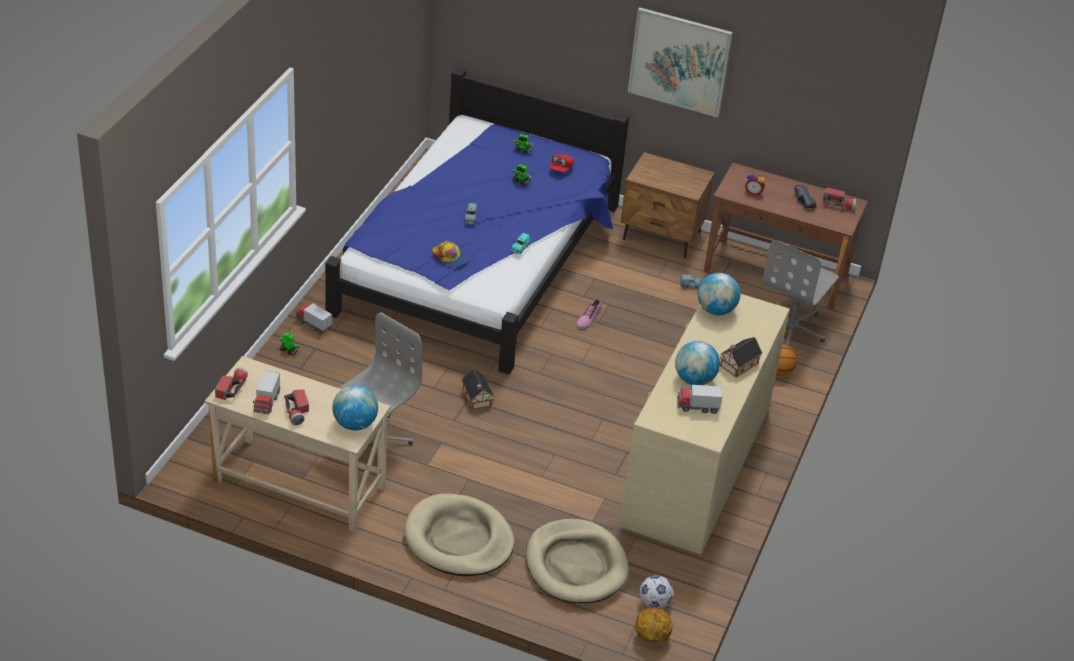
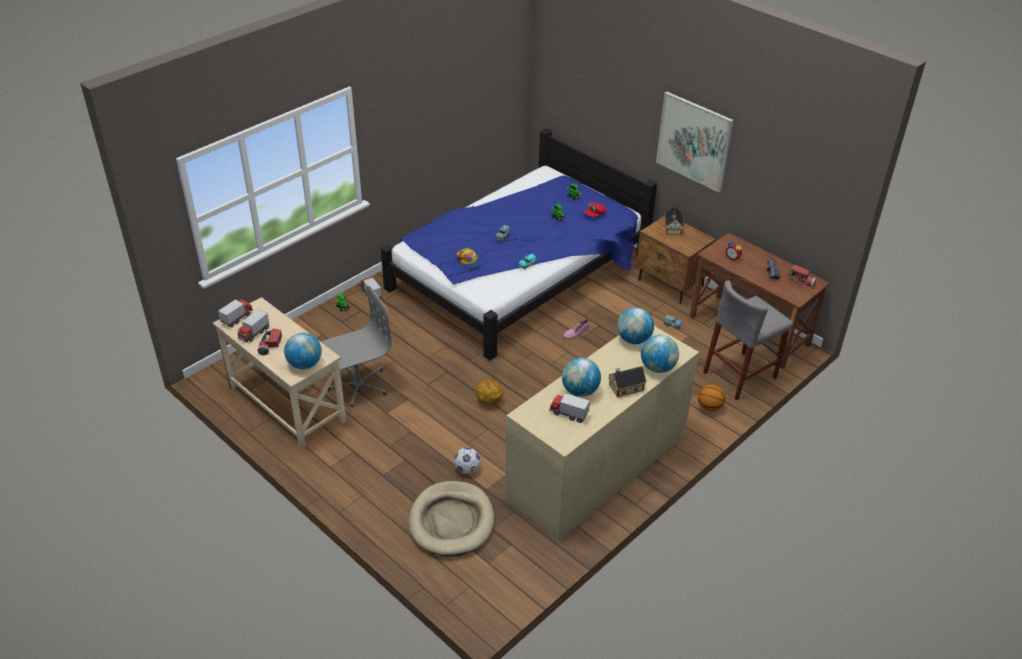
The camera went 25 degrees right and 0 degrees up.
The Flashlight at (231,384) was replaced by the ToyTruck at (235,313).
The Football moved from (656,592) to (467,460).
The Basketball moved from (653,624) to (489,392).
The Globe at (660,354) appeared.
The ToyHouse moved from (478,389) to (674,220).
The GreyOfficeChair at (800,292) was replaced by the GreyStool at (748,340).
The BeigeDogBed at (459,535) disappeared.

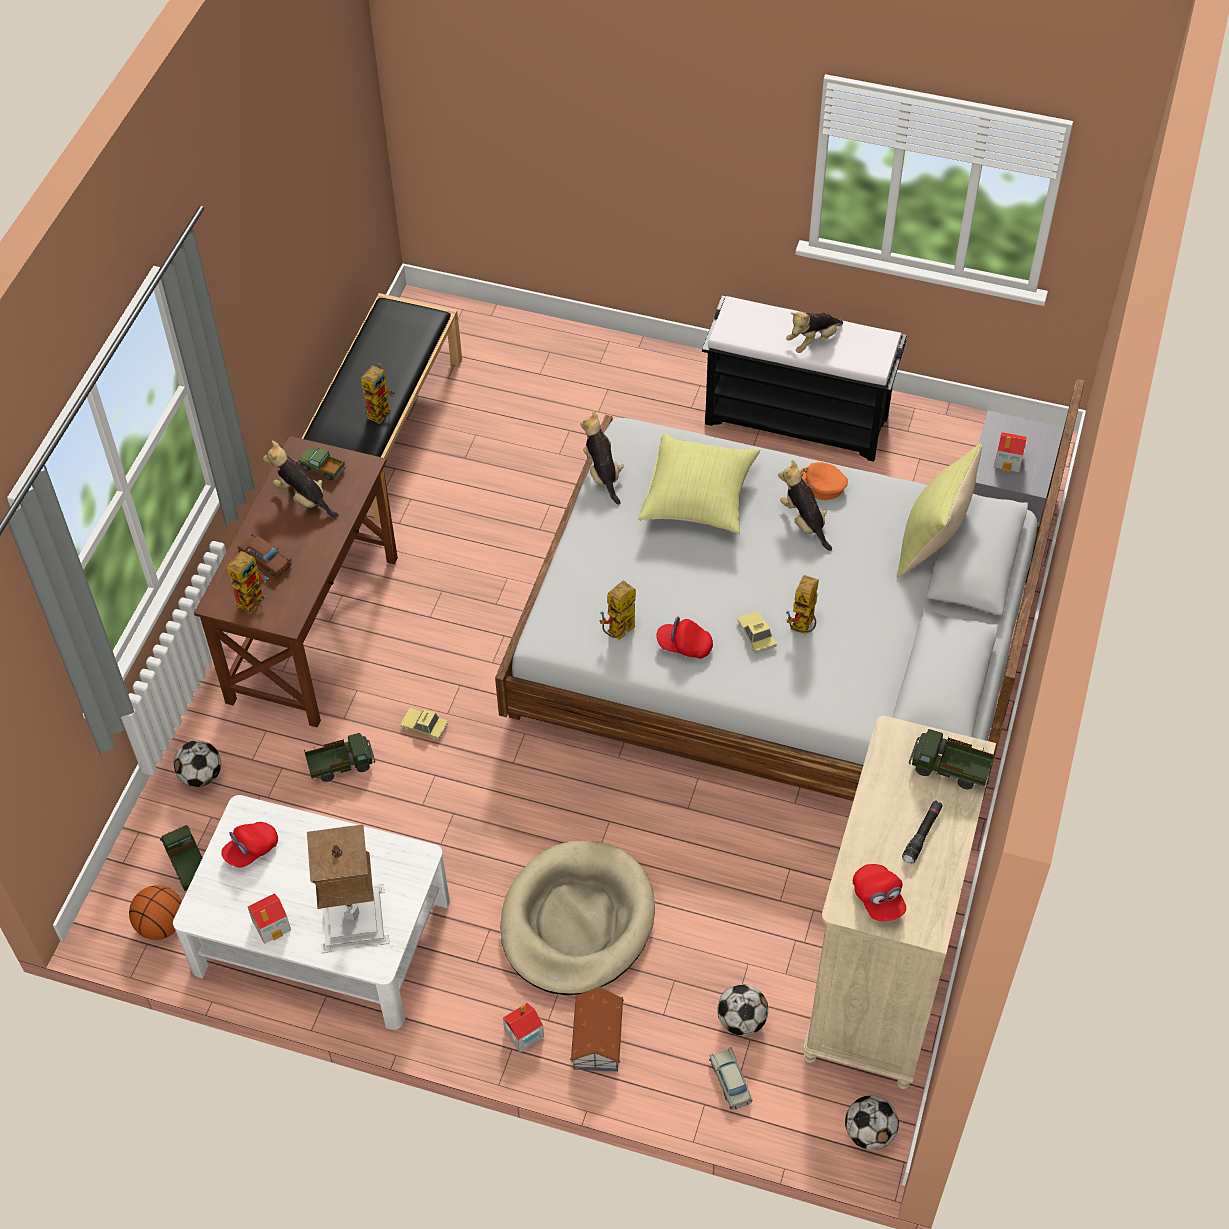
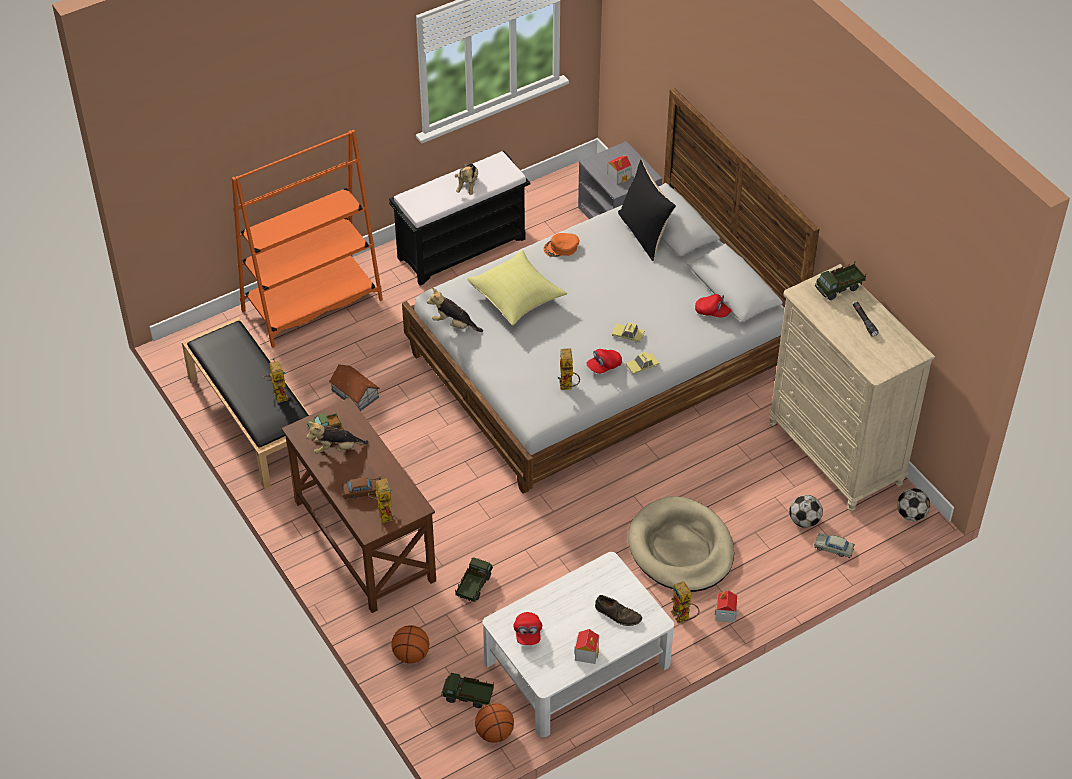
The camera went 50 degrees left and 5 degrees down.
The OrangeBookcase at (307,239) appeared.
The ToyHouse moved from (597,1029) to (354,387).
The Football at (197,763) was replaced by the Basketball at (410,644).
The TableLamp at (348,888) was replaced by the BrownShoe at (618,610).
The YellowPillow at (939,511) became the BlackPillow at (647,210).
The ToyCar moved from (424,724) to (643,363).
The ToyRobot moved from (802,604) to (685,602).
The RedCap moved from (879,892) to (713,306).
The PlushToy at (805,505) disappeared.

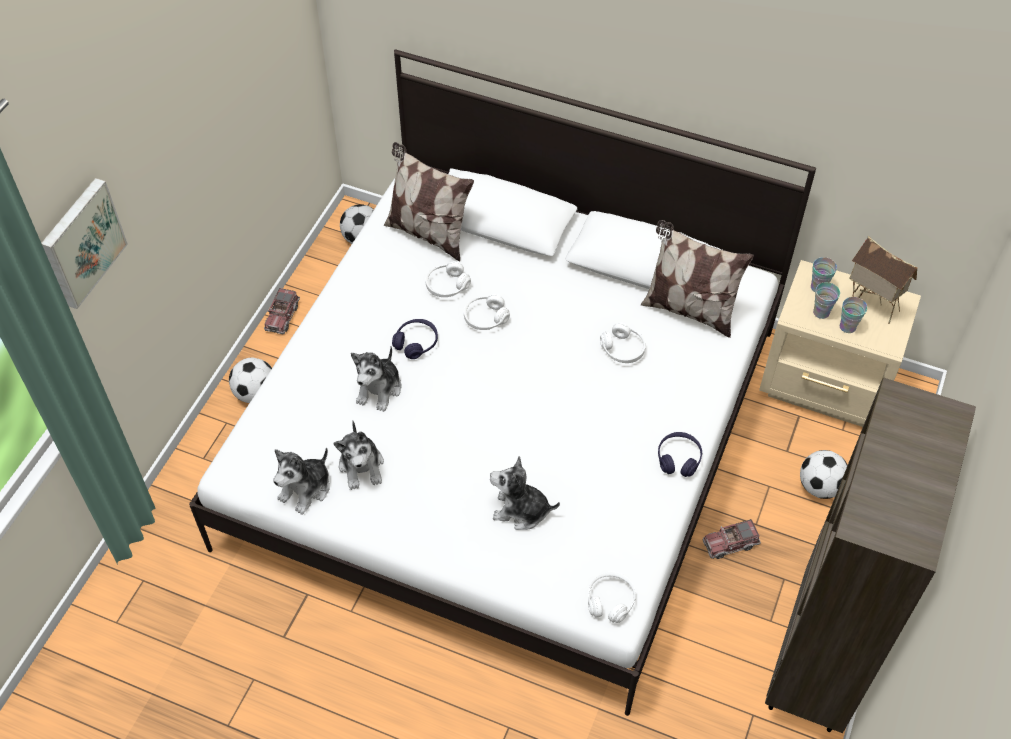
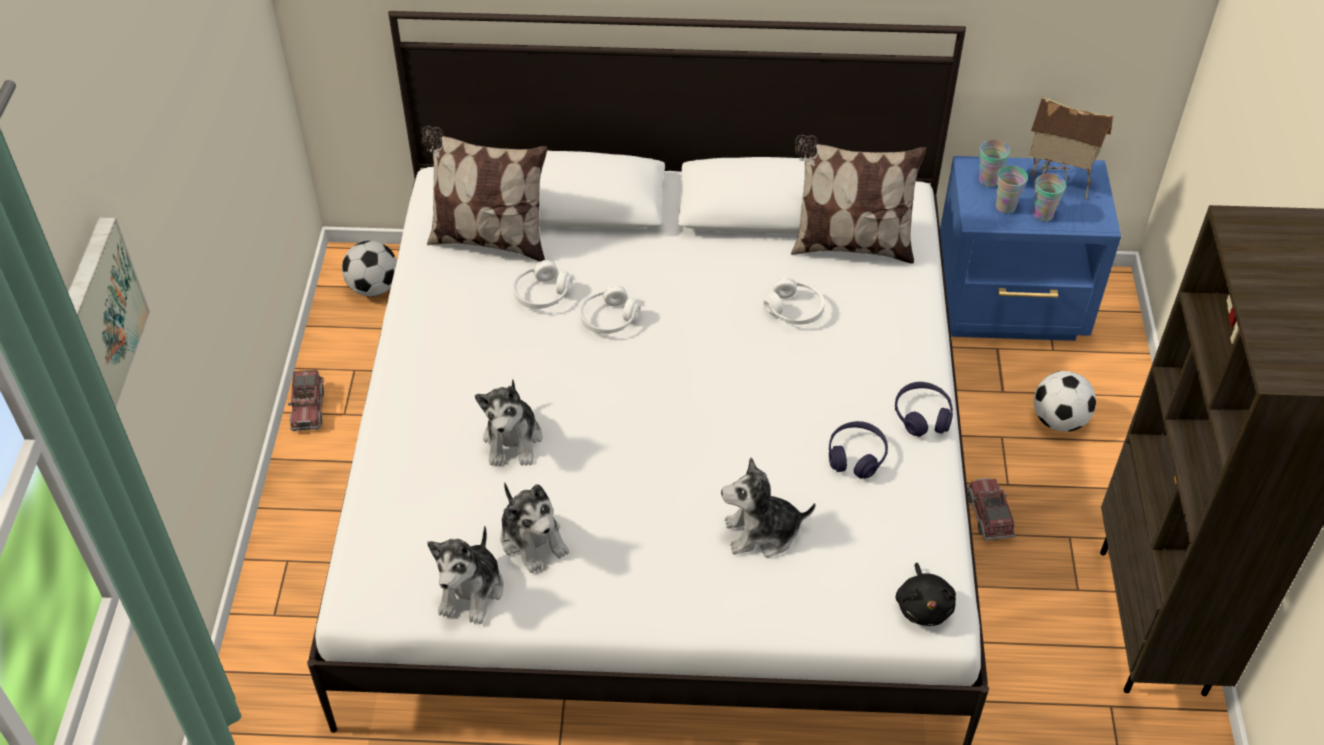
The camera went 20 degrees left and 5 degrees down.
The PurpleHeadphones moved from (415,339) to (858,450).
The WhiteHeadphones at (612,597) was replaced by the BlackPlushToy at (926,594).
The BeigeNightstand at (840,343) became the BlueNightstand at (1030,248).
The ToyTruck at (732,539) turned 120 degrees clockwise.
The Football at (250,380) disappeared.

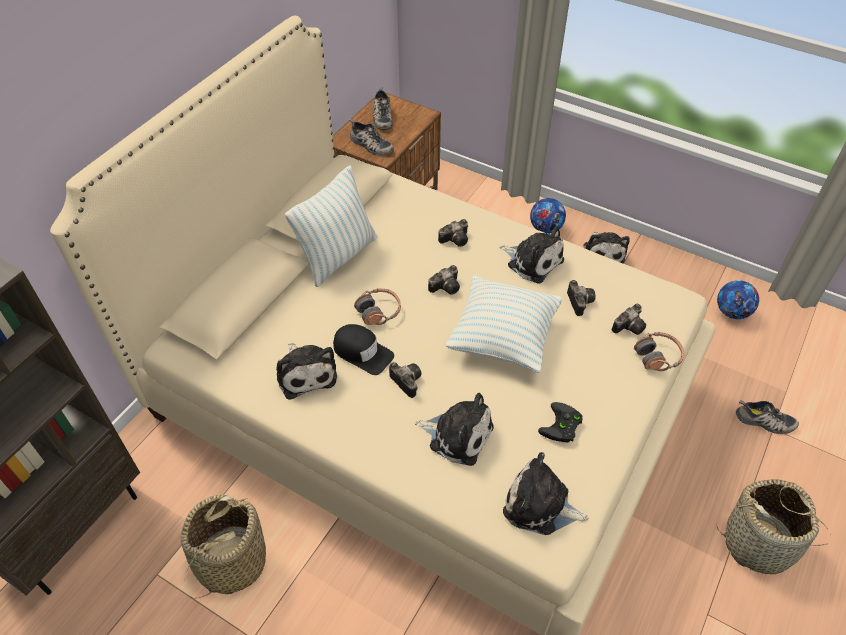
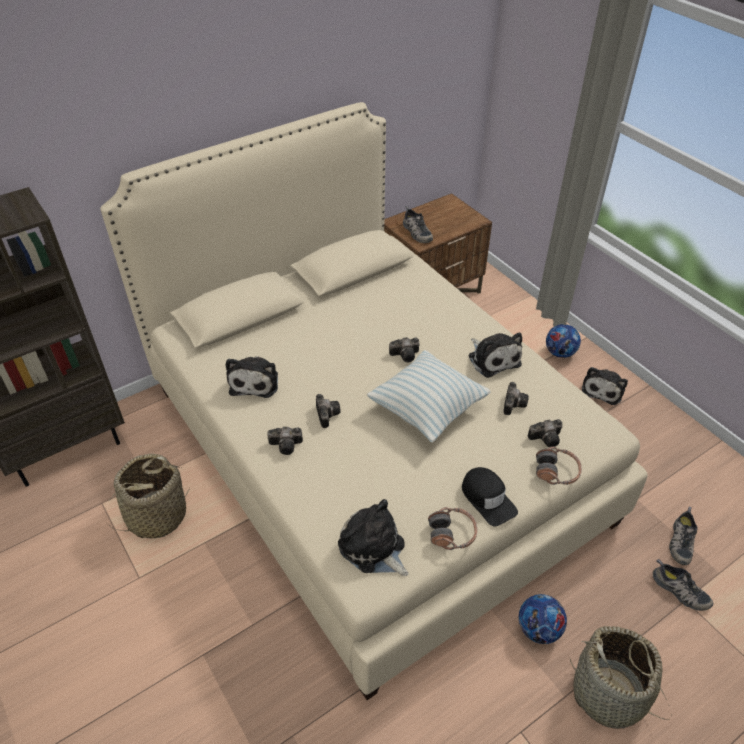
The camera went 25 degrees right and 5 degrees down.
The PhotoCamera moved from (453,233) to (285,441).
The Headphones moved from (377,306) to (452,528).
The BlackCap moved from (363,349) to (490,497).
The Football moved from (738,299) to (543,619).
The Shoe moved from (383,108) to (683,535).
The Pillow at (331,226) disappeared.
The PlushToy at (454,429) disappeared.
The BlackGameController at (560,422) disappeared.

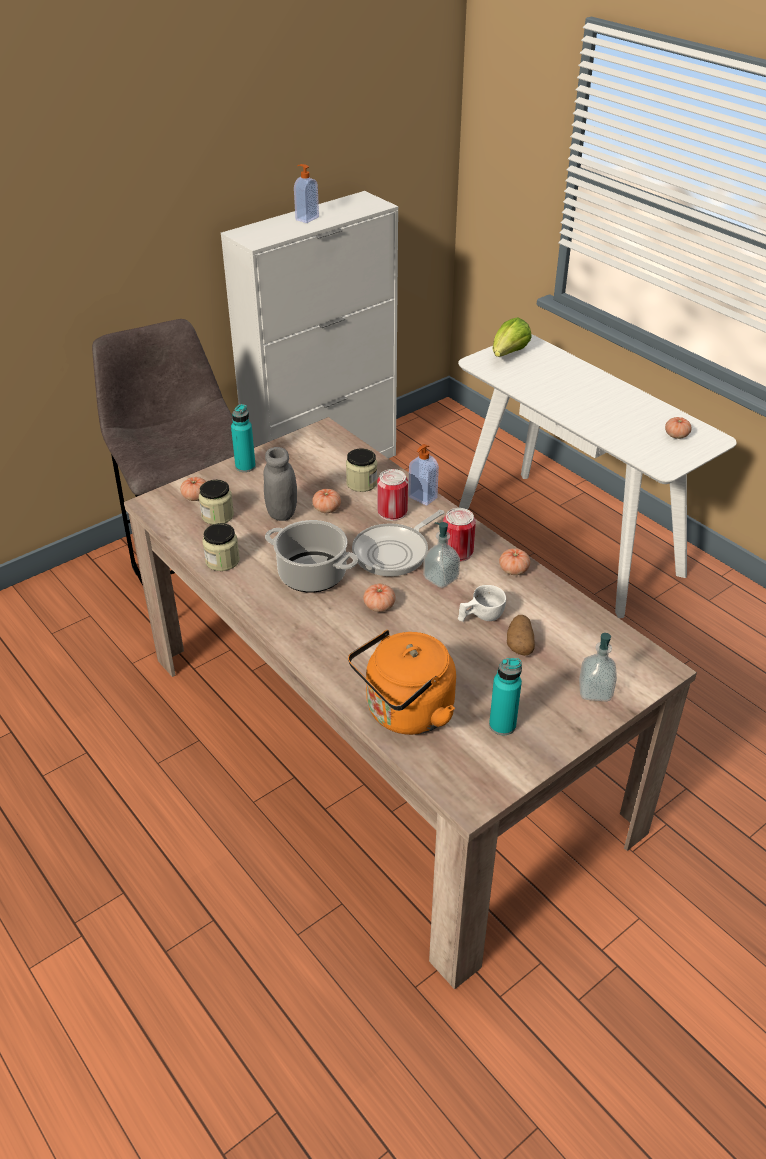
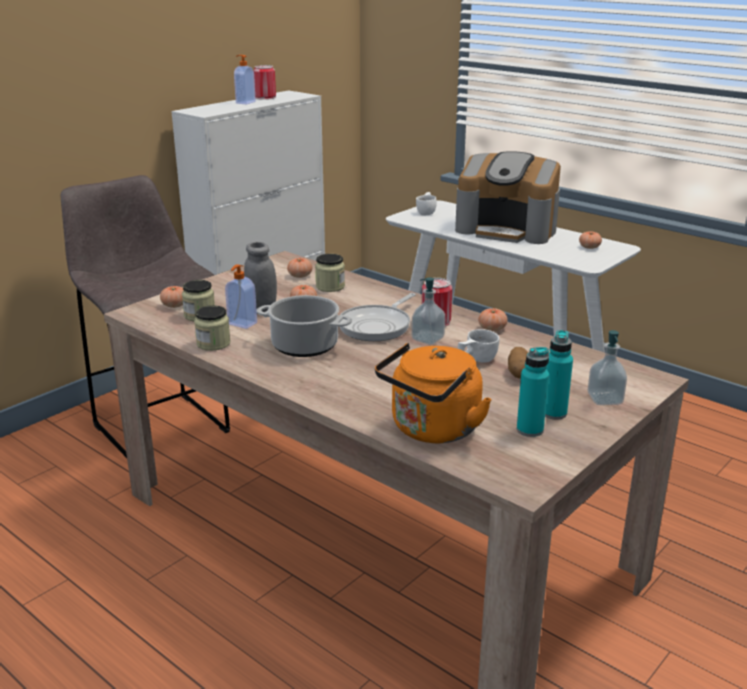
The camera went 10 degrees left and 15 degrees down.
The SoapDispenser moved from (423,474) to (241,296).
The Can moved from (392,495) to (264,82).
The Tomato moved from (379,597) to (299,268).
The Lettuce at (512,337) was replaced by the WhiteCup at (426,203).
The CoffeeMachine at (508,197) appeared.
The TurquoiseBottle moved from (243,438) to (559,375).

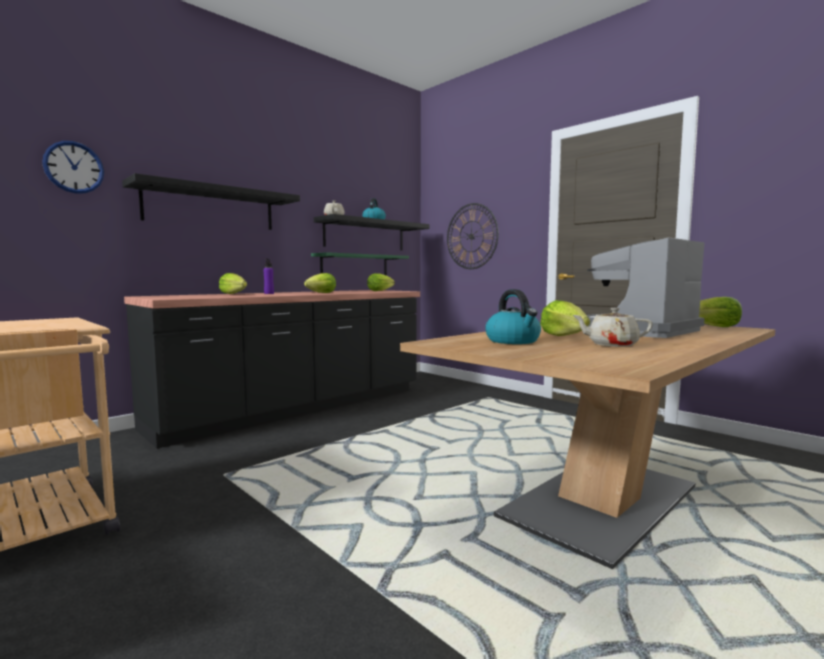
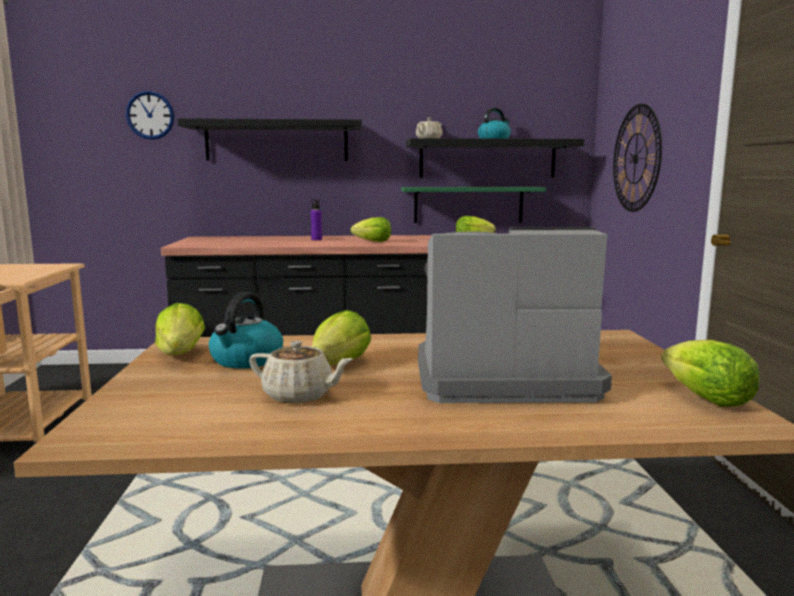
The camera went 40 degrees right and 5 degrees up.
The Lettuce moved from (233,283) to (180,329).
The BeigeTeapot at (612,327) turned 150 degrees clockwise.

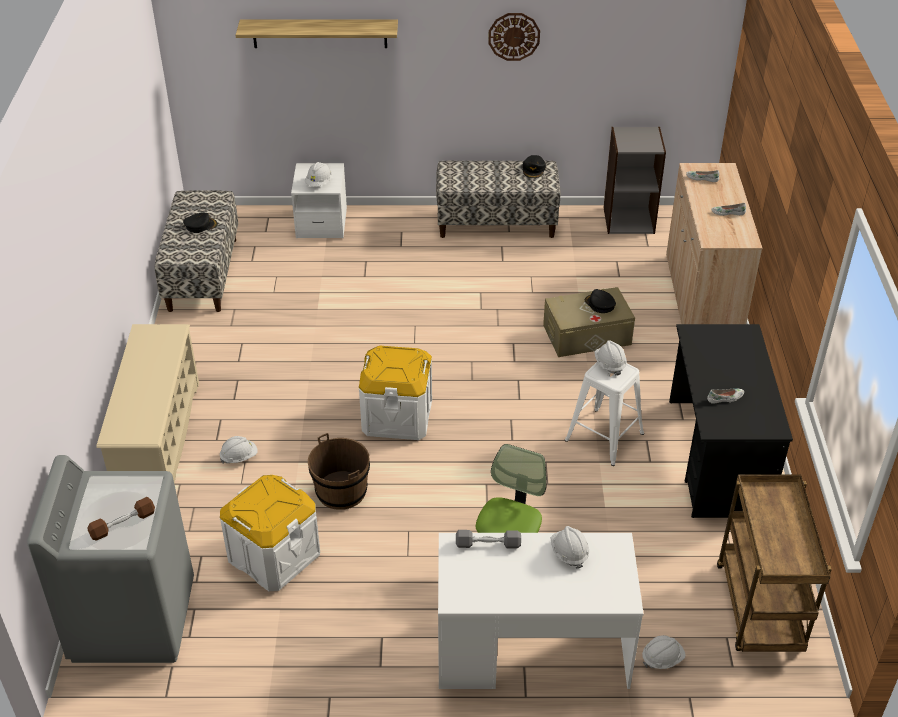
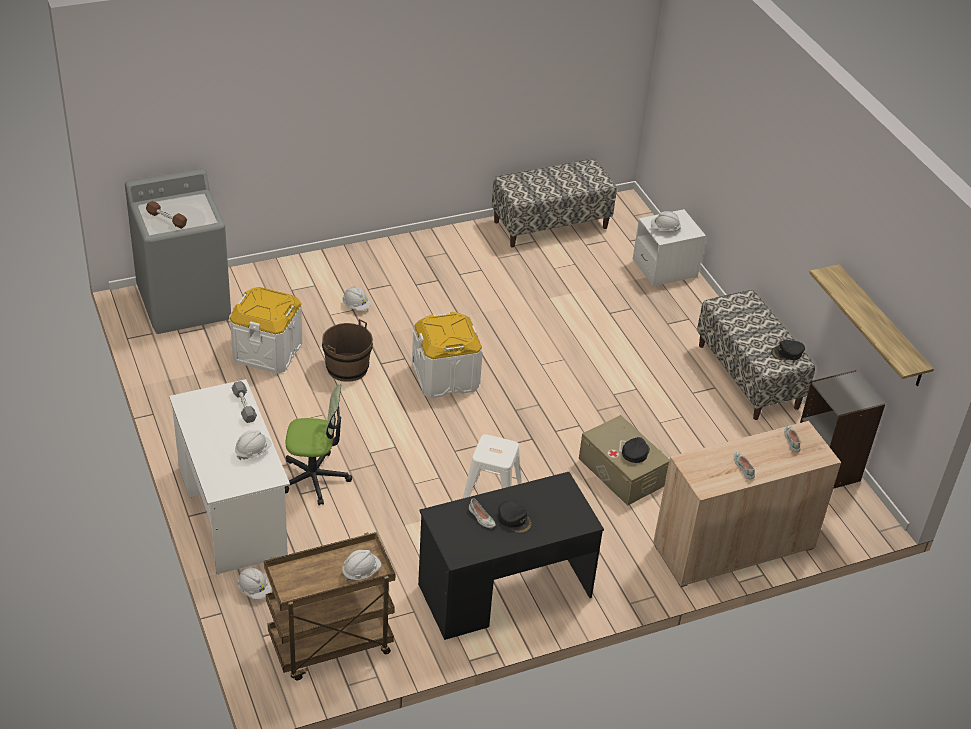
The camera went 65 degrees right and 0 degrees up.
The WhiteHardHat moved from (611,358) to (361,566).
The BlackCap moved from (200,223) to (515,517).
The Shelf moved from (317,34) to (871,325).
The BeigeShoeRack at (147,404) disappeared.
The WallClock at (514,37) disappeared.

